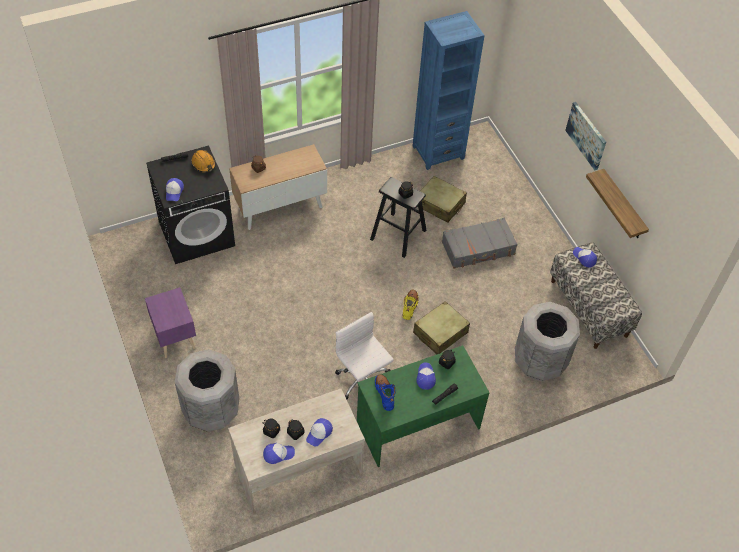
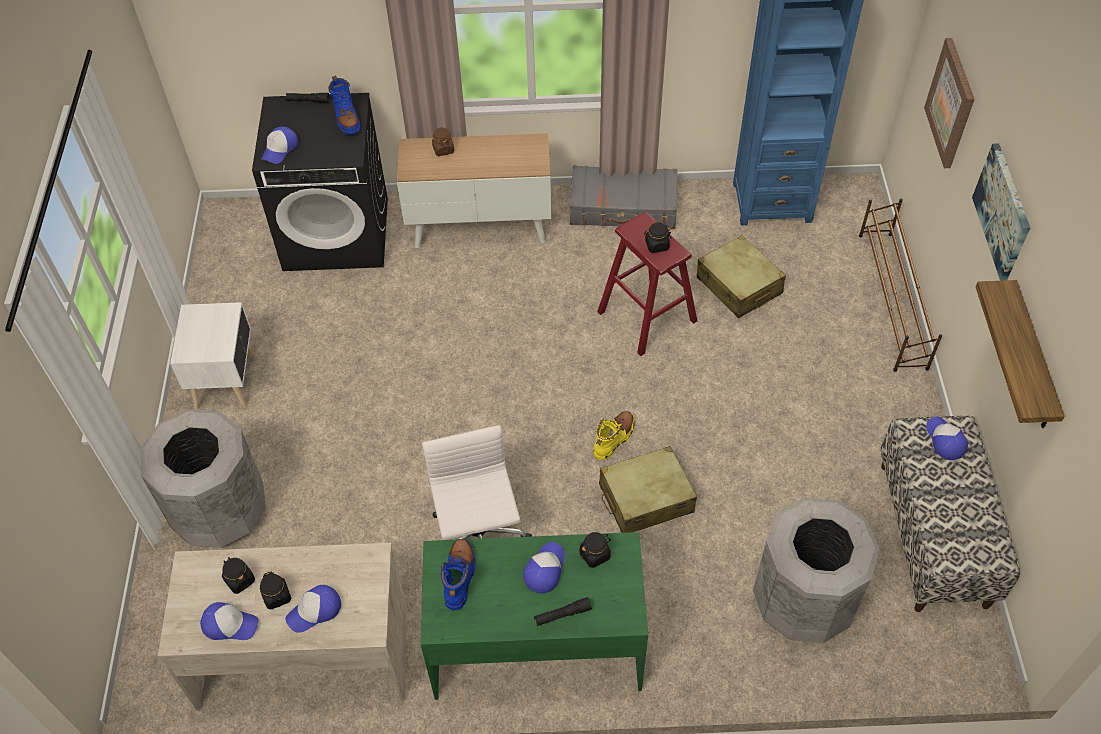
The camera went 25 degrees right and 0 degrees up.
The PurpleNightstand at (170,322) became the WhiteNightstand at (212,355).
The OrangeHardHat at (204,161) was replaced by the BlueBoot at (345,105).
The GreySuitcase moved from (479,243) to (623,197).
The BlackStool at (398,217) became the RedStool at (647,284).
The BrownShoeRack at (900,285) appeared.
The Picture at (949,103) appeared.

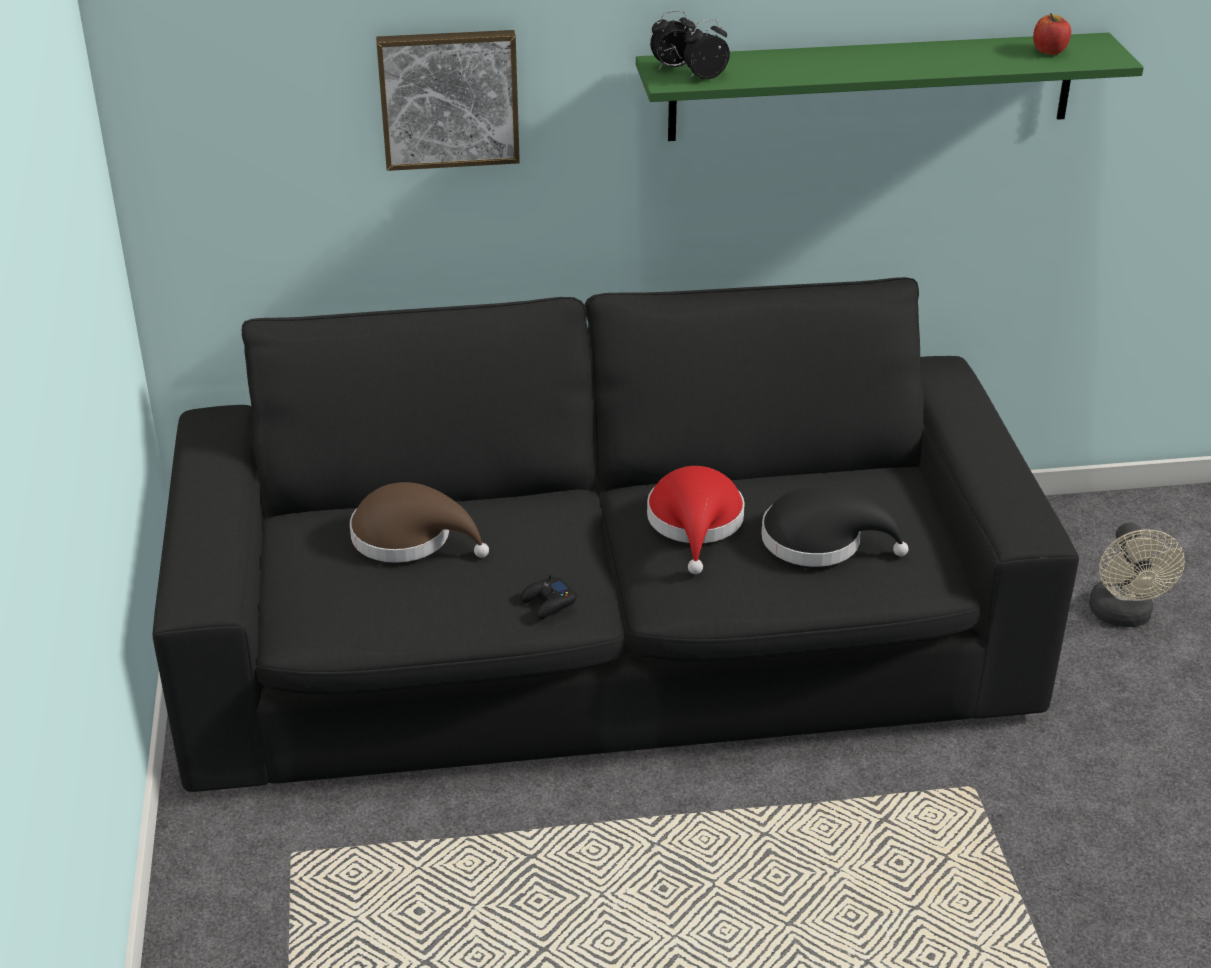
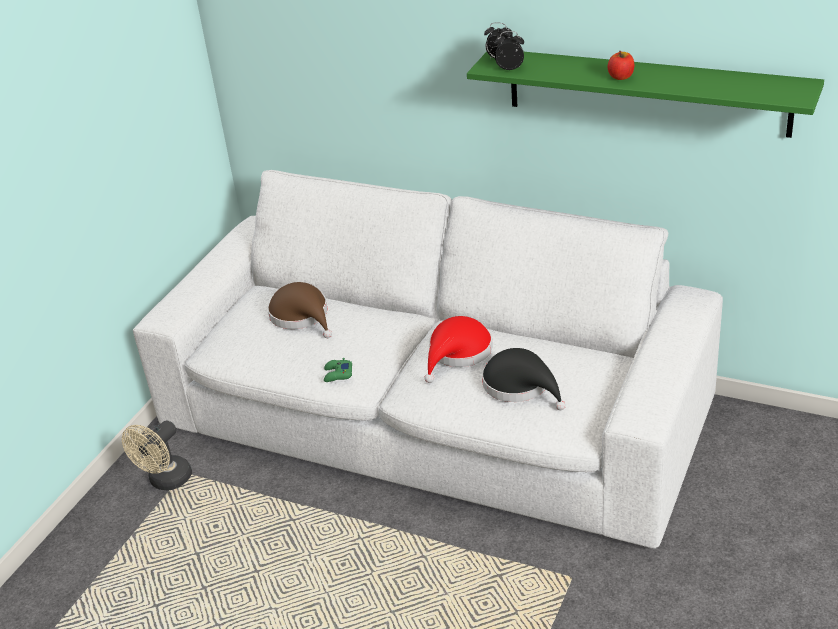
The camera went 35 degrees right and 0 degrees up.
The BeigeFan moved from (1137,575) to (157,455).
The BlackSofa at (616,534) became the WhiteSofa at (428,359).
The BlackGameController at (548,596) became the GreenGameController at (338,370).
The Apple moved from (1052,34) to (621,65).
The Picture at (448,100) disappeared.

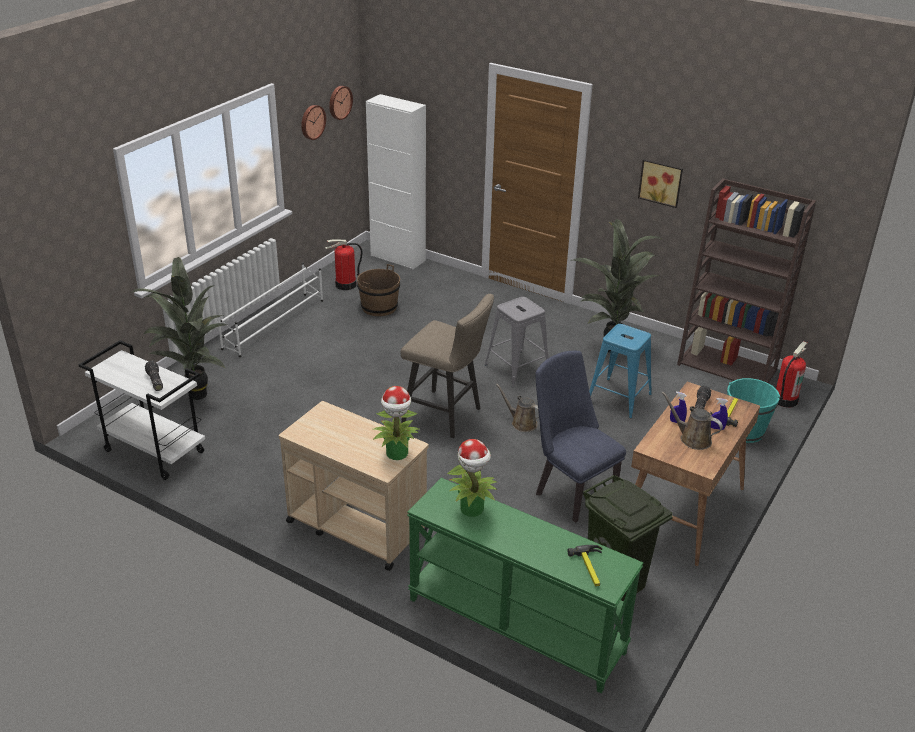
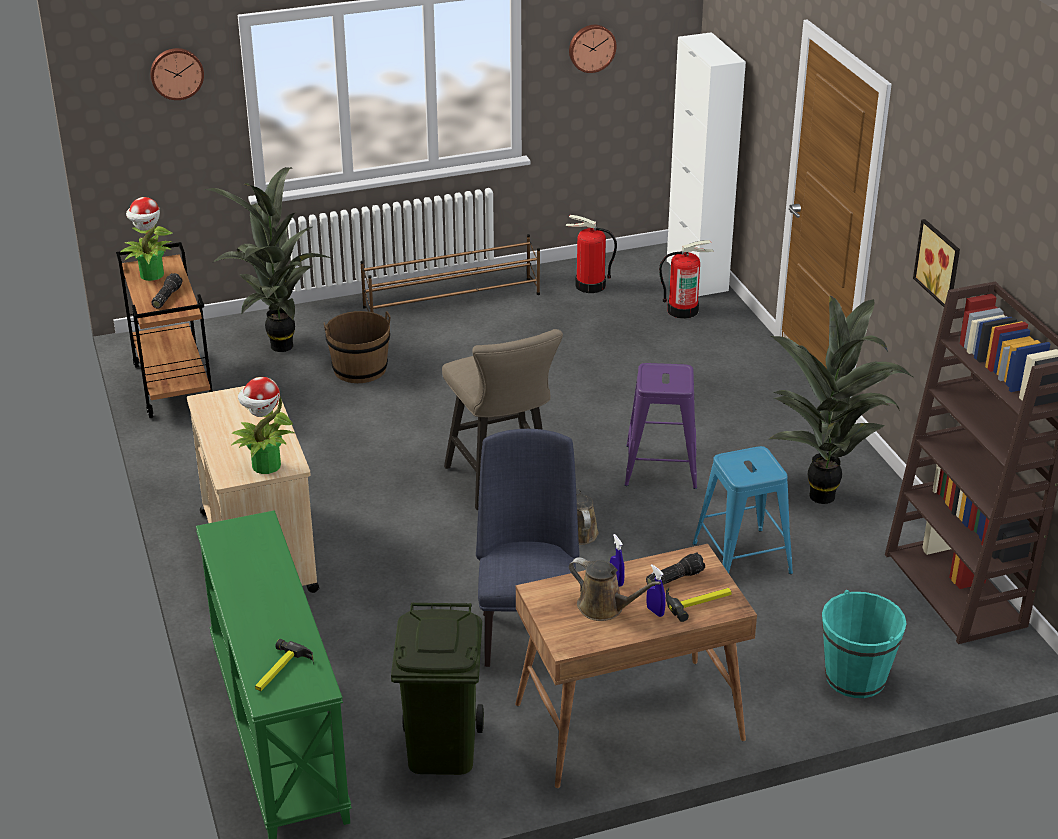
The camera went 40 degrees right and 0 degrees up.
The WhiteCart at (142,410) became the BrownCart at (164,330).
The PottedPlant moved from (472,478) to (147,239).
The WallClock moved from (341,103) to (177,74).
The BrownBucket moved from (378,290) to (357,347).
The WhiteShoeRack at (270,309) became the BrownShoeRack at (450,273).
The BrownWateringCan at (692,421) turned 135 degrees clockwise.
The GreyStool at (516,342) became the PurpleStool at (660,426).
The FireExtinguisher moved from (791,374) to (686,279).

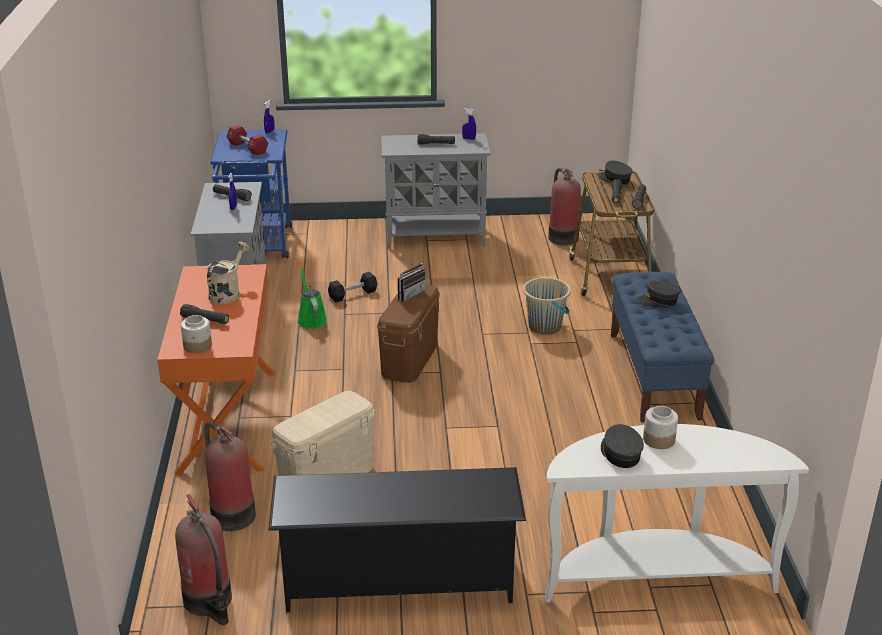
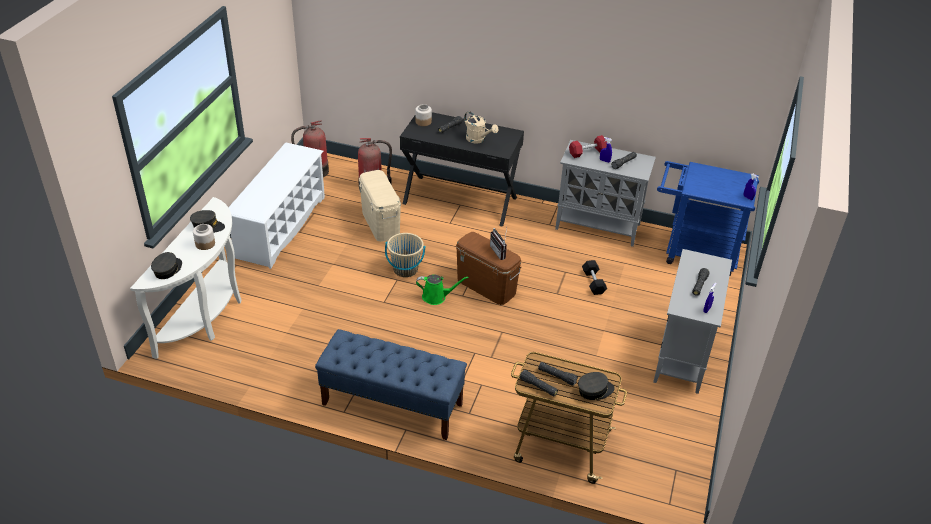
The camera went 110 degrees right and 10 degrees up.
The GreyCap moved from (658,294) to (166,265).
The BlackShoeRack at (397,539) became the WhiteShoeRack at (276,205).
The BeigeBucket moved from (547,306) to (405,255).
The OrangeDesk at (216,369) became the BlackDesk at (462,169).
The GreenWateringCan moved from (312,298) to (442,289).
The RedDumbbell moved from (247,140) to (588,146).
The FireExtinguisher at (564,206) disappeared.

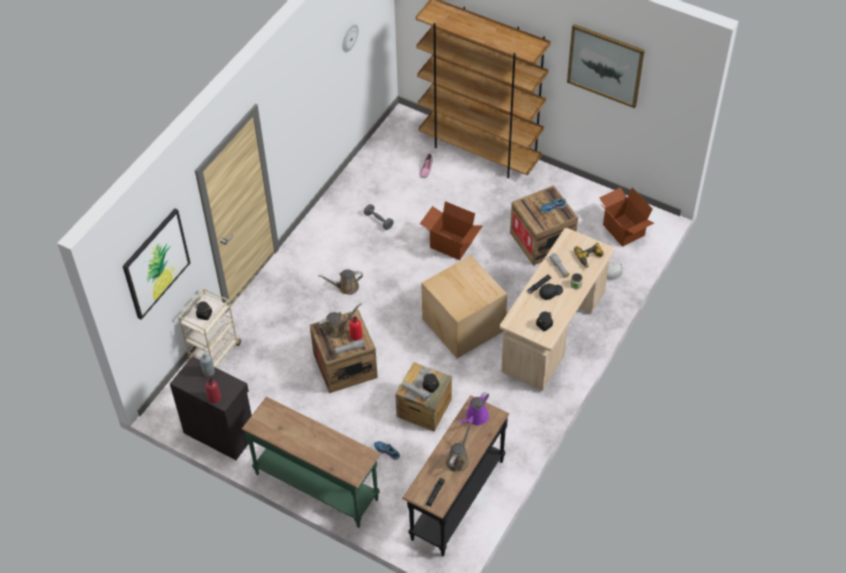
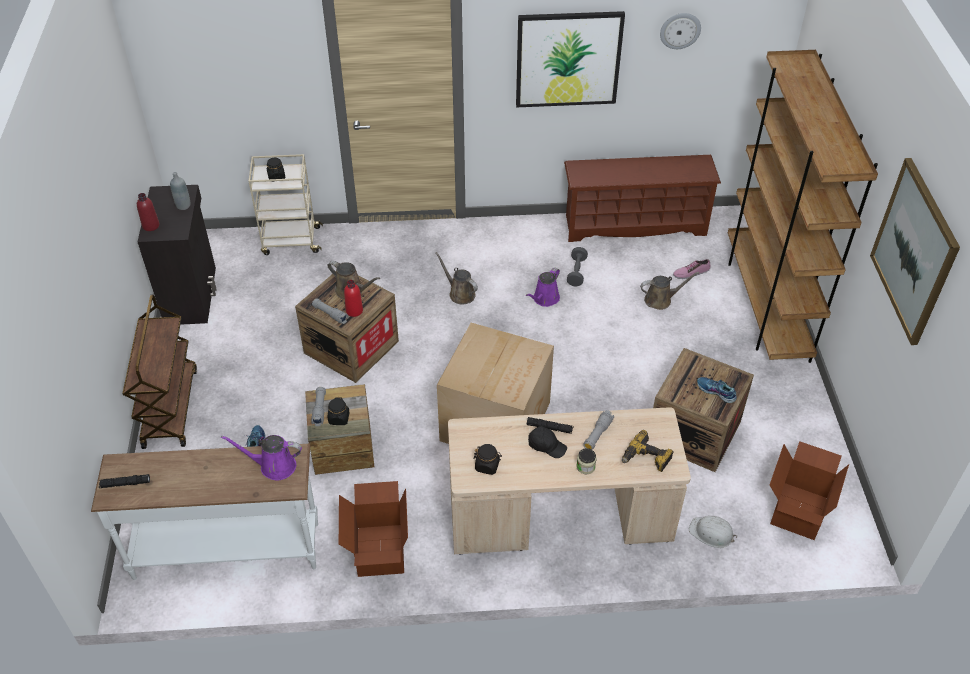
The camera went 55 degrees right and 5 degrees down.
The BlackConsoleTable at (456,475) became the WhiteConsoleTable at (204,511).
The GreenConsoleTable at (311,462) was replaced by the BrownCart at (159,372).
The CardboardBox moved from (451,230) to (373,529).
The Picture moved from (156,264) to (570,59).
The PurpleWateringCan at (543,287) appeared.
The BrownShoeRack at (642,198) appeared.
The BrownWateringCan moved from (459,446) to (669,291).

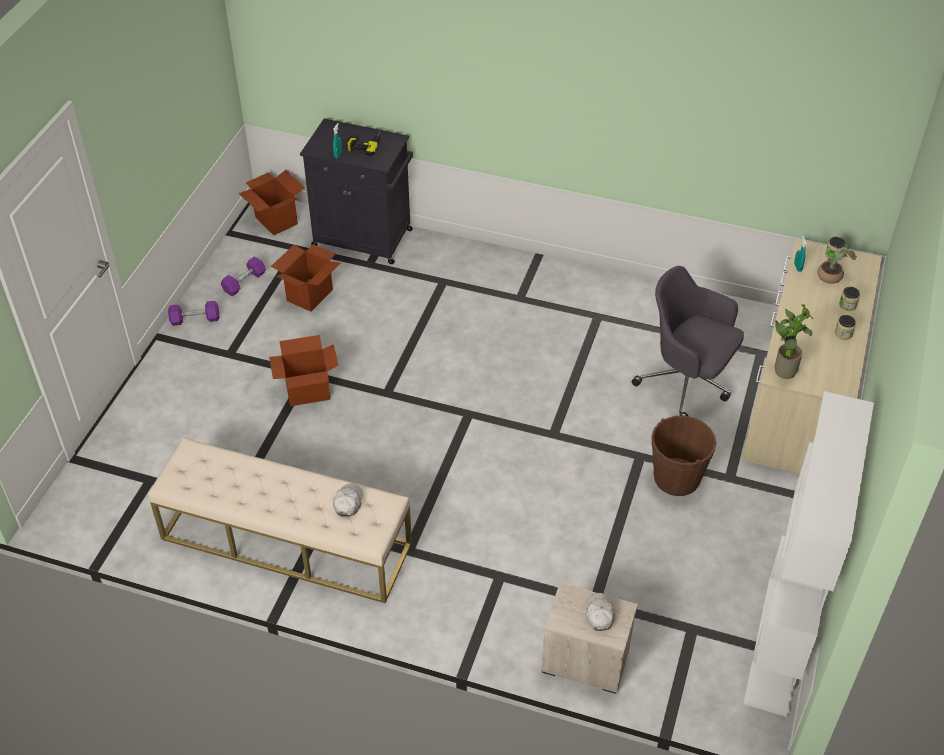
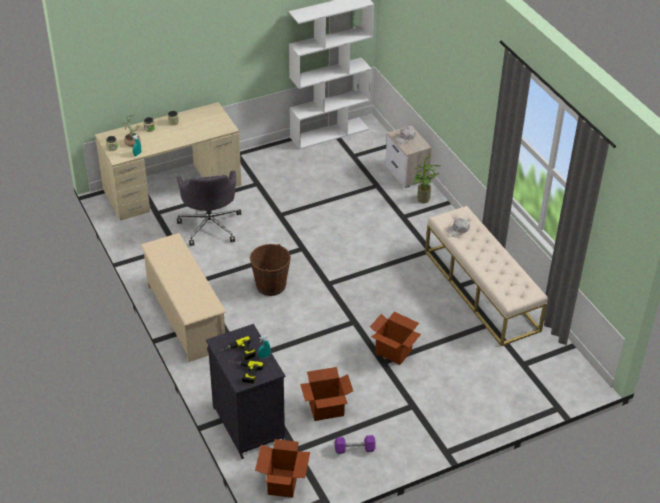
The camera went 135 degrees left and 5 degrees down.
The BeigeShoeRack at (183,297) appeared.
The PowerDrill at (246,372) appeared.
The BrownBucket moved from (683,456) to (270,270).
The PottedPlant moved from (794,341) to (427,179).
The PurpleDumbbell at (193,313) disappeared.

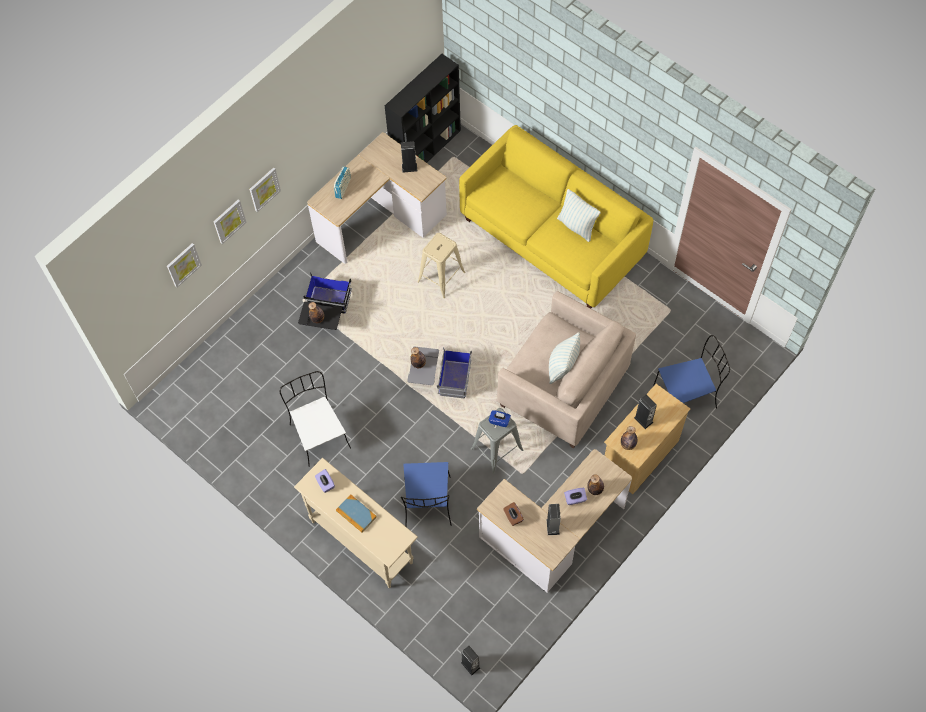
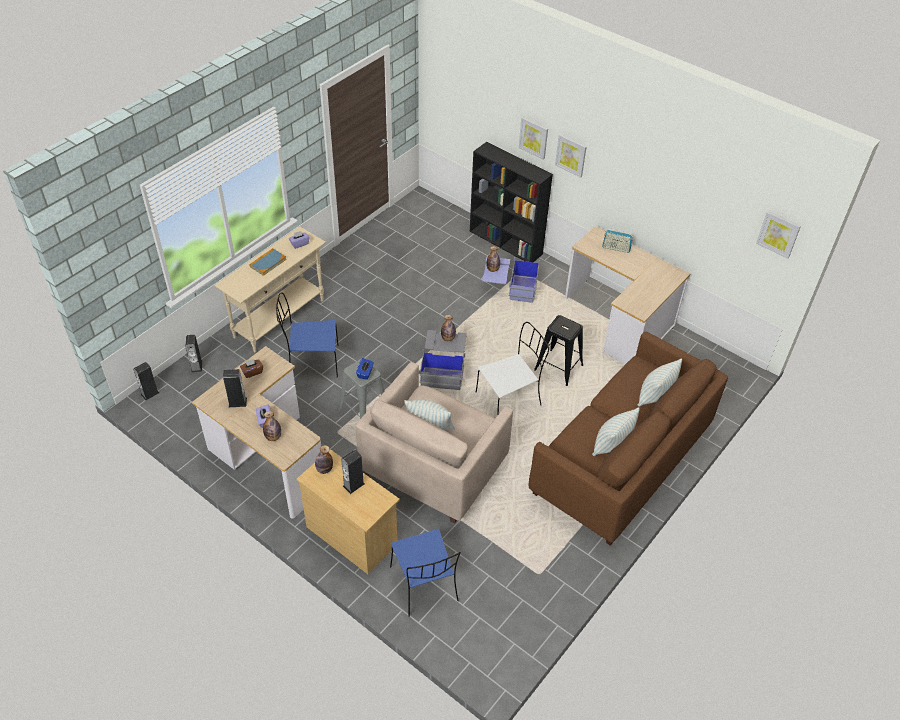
The camera went 85 degrees right and 15 degrees down.
The Speaker moved from (409,157) to (194,354).
The BlackBookcase moved from (423,108) to (511,202).
The WhiteChair moved from (315,419) to (512,368).
The BlackStorageBox at (325,301) became the BlueStorageBox at (511,279).
The YellowSofa at (556,216) became the BrownSofa at (628,438).
The BeigeStool at (441,265) became the BlackStool at (558,350).
The Pillow at (659,382) appeared.
The Picture moved from (184,265) to (778,235).

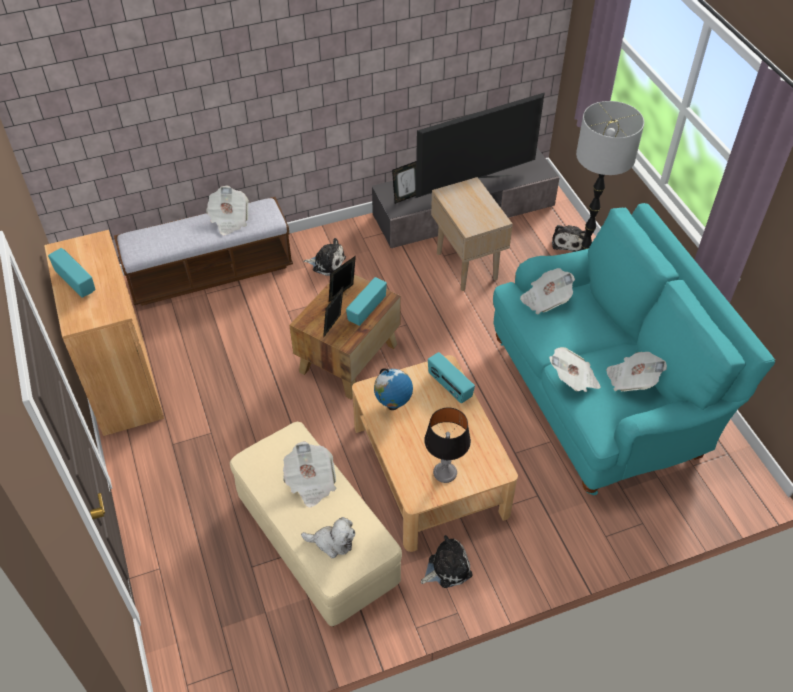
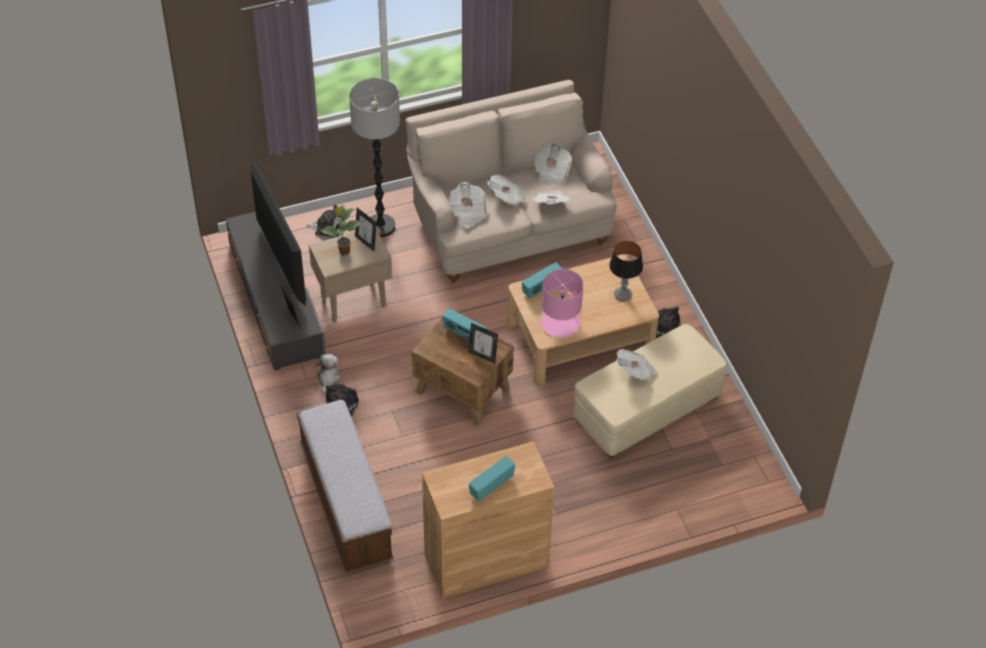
The camera went 90 degrees left and 0 degrees up.
The PlushToy moved from (328,537) to (328,374).
The PottedPlant at (341,230) appeared.
The PictureFrame moved from (342,279) to (365,229).
The TurquoiseSofa at (634,349) became the BeigeSofa at (510,181).
The Newspaper moved from (227,210) to (507,190).
The Globe at (393,389) was replaced by the PinkTableLamp at (562,303).

